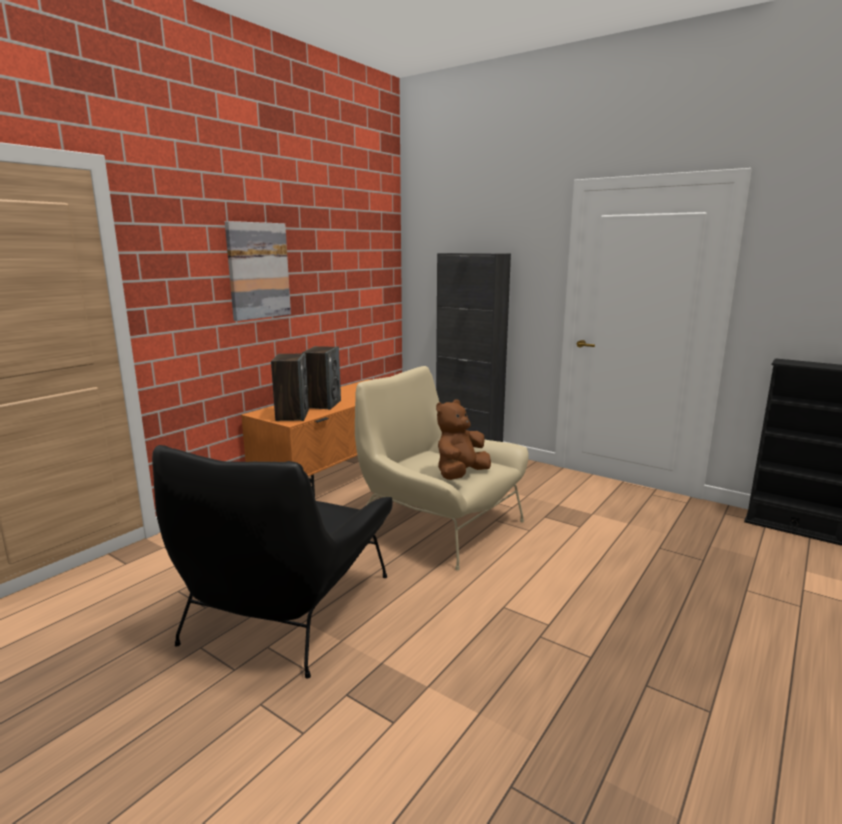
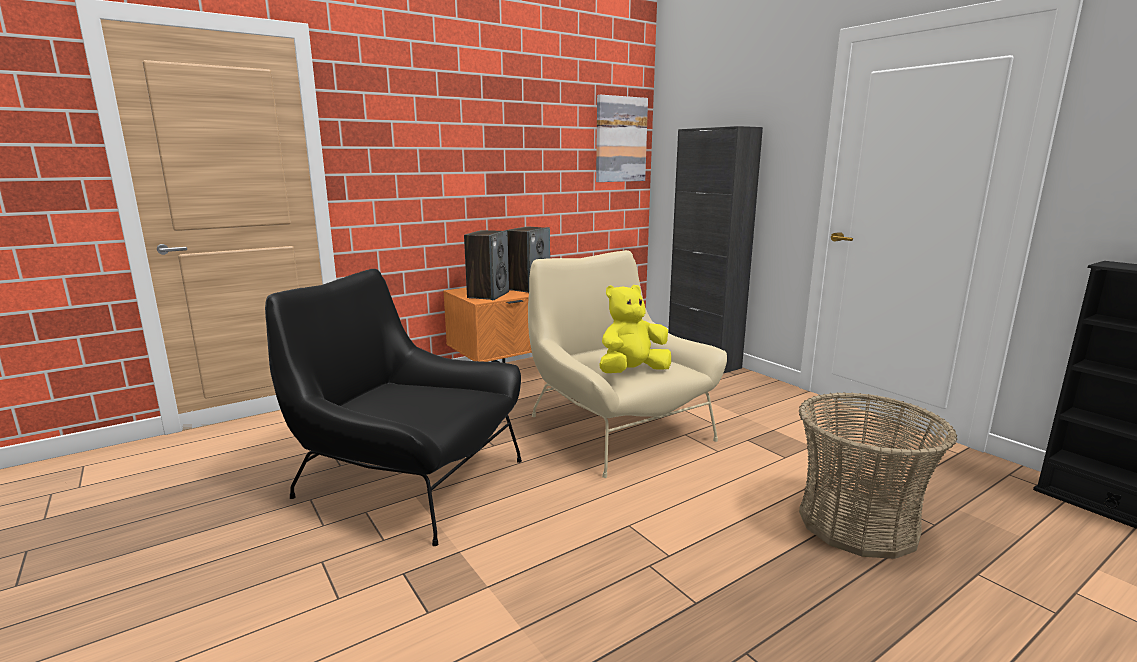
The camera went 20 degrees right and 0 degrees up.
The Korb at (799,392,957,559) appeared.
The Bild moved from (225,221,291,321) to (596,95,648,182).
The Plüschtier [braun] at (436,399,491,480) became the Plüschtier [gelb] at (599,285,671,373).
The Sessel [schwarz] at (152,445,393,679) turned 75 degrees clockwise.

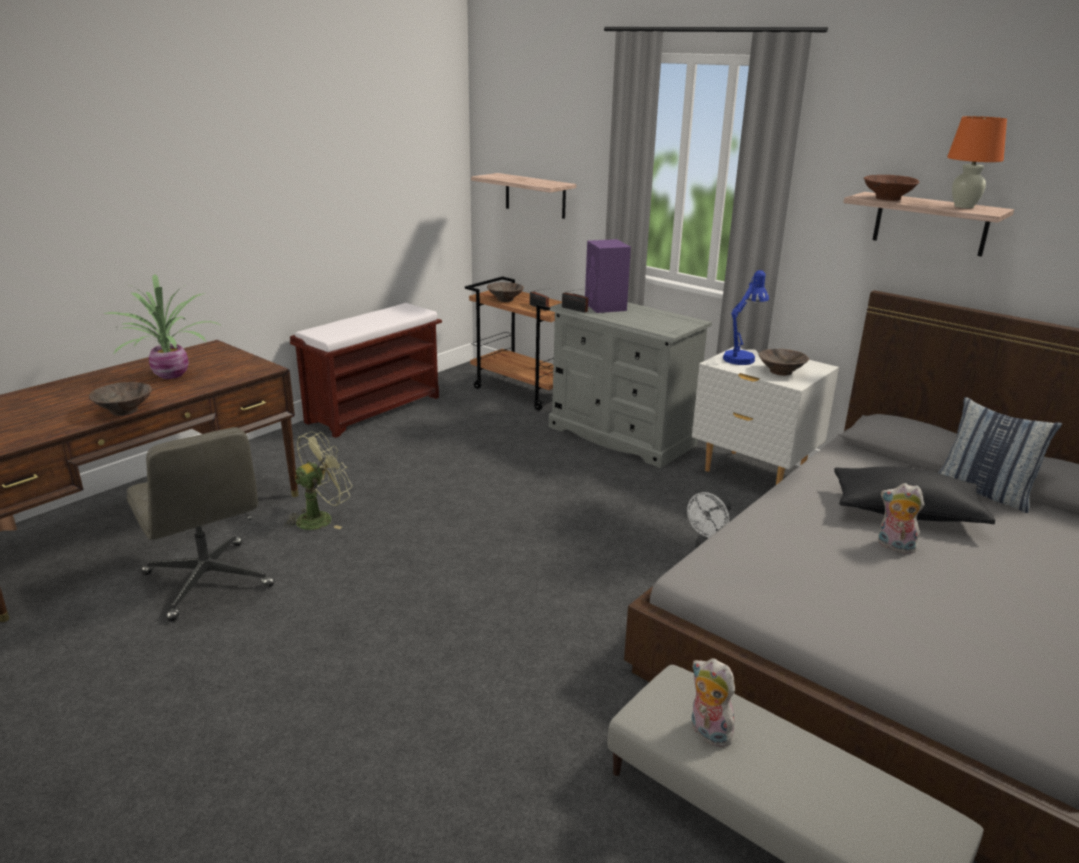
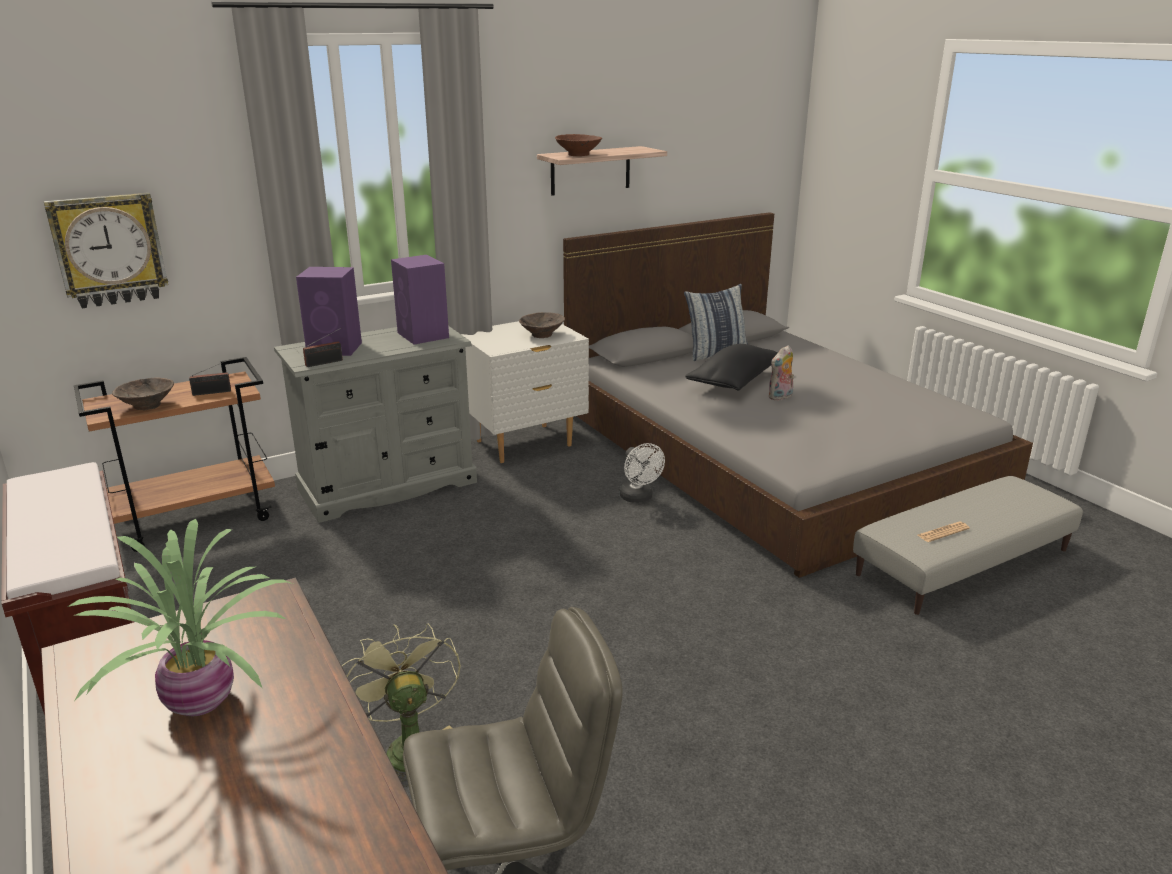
The camera went 70 degrees left and 0 degrees up.
The Schüssel [braun] at (89,382,152,416) disappeared.
The Tischlampe [blau] at (723,270,769,365) disappeared.
The Tischlampe [orange] at (947,116,1007,208) disappeared.
The Lautsprecher [lila] at (391,255,449,344) appeared.
The Wandregal at (471,173,576,219) was replaced by the Wanduhr at (44,193,168,308).
The Plüschtier at (692,658,739,747) was replaced by the Zeitung at (917,522,970,542).

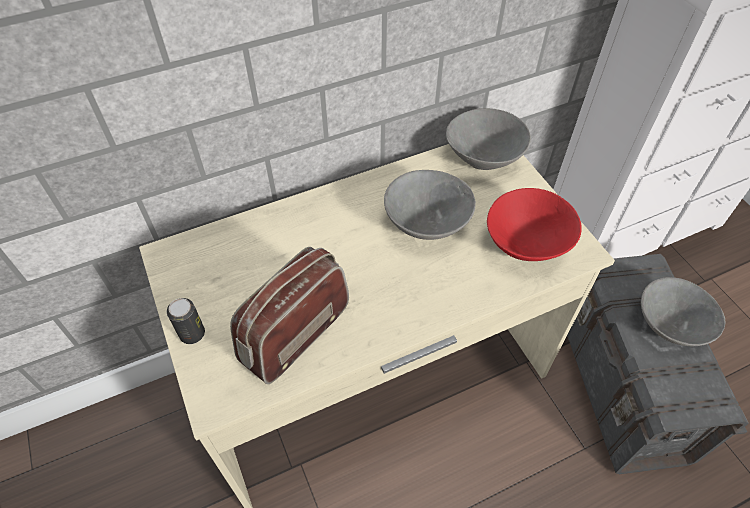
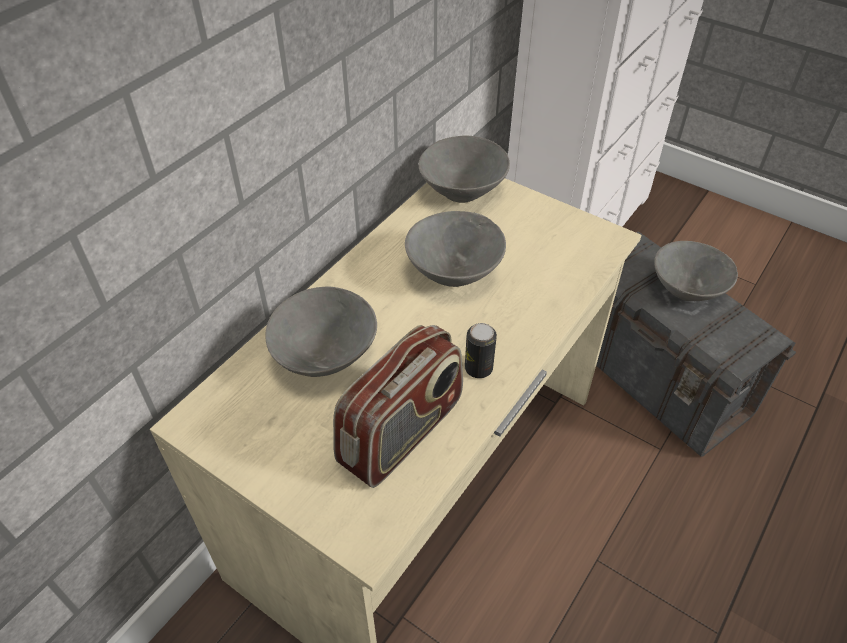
The camera went 30 degrees left and 5 degrees down.
The Schüssel [rot] at (487,188,582,261) disappeared.
The Schüssel [grau] at (265,287,377,377) appeared.
The Dose moved from (167,298,205,344) to (465,323,497,378).
The Radio at (230,247,349,384) turned 150 degrees counterclockwise.

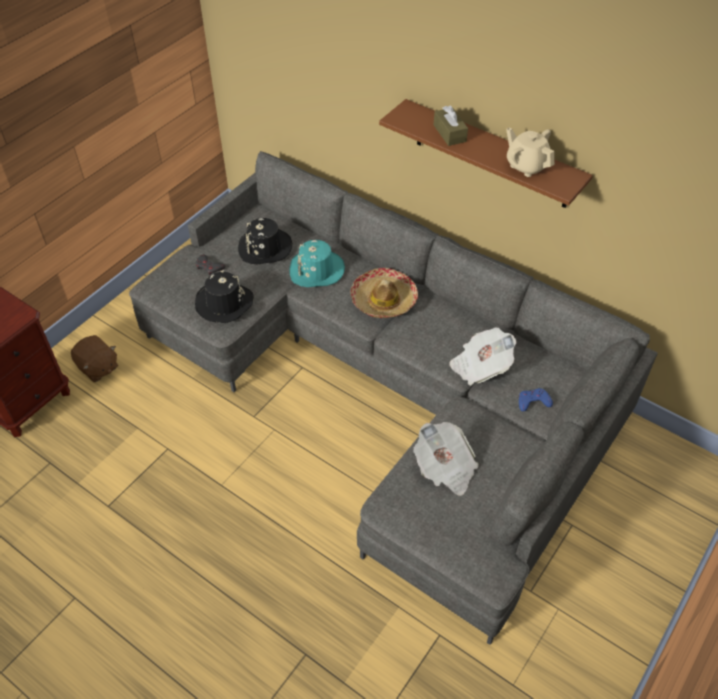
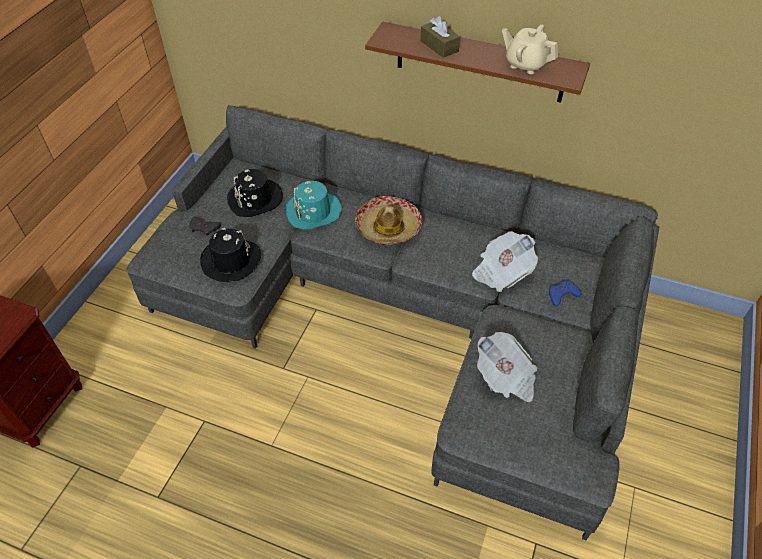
The camera went 15 degrees left and 0 degrees up.
The Plüschtier [braun] at (71,335,118,382) disappeared.

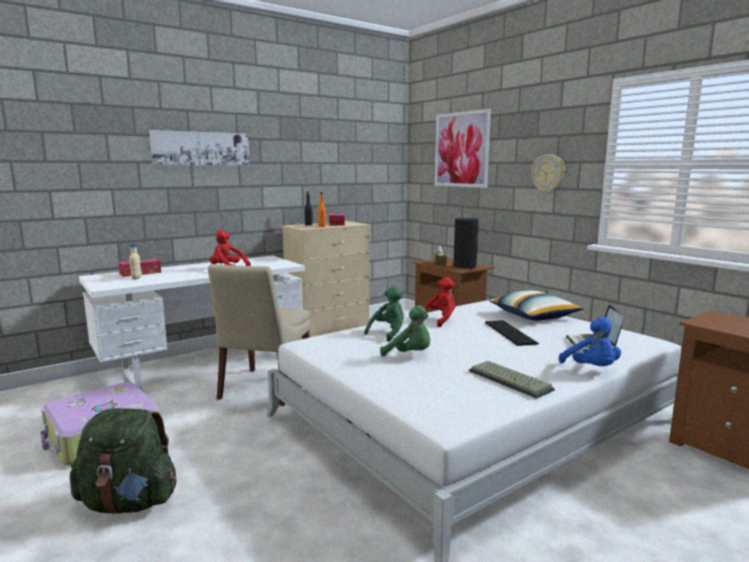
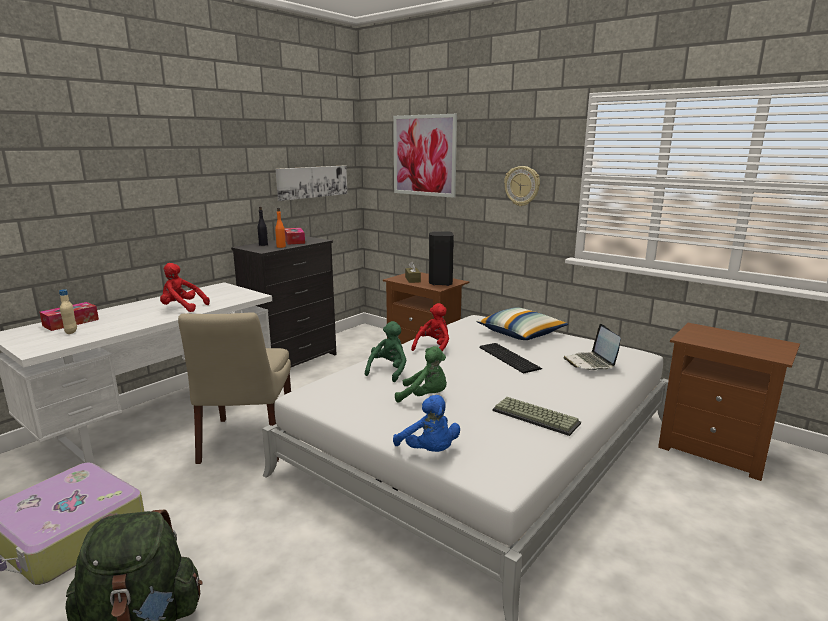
The camera went 15 degrees left and 5 degrees up.
The Bild moved from (149,130,250,165) to (276,166,347,201).
The Plüschtier [blau] moved from (559,317,621,366) to (393,395,460,452).
The Kommode [beige] at (281,221,370,340) became the Kommode [schwarz] at (231,236,337,367).

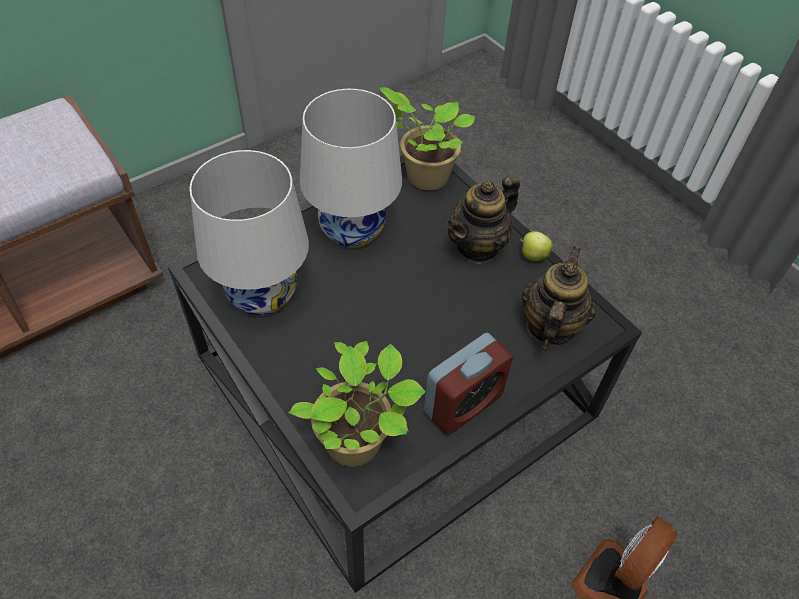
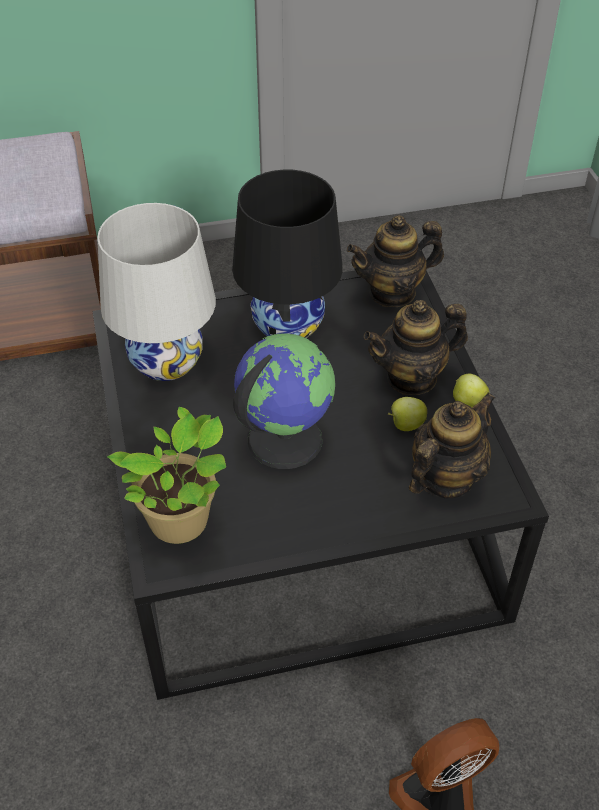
The camera went 25 degrees right and 5 degrees down.
The Wecker at (424,333,513,435) disappeared.
The Globus at (233,333,335,469) appeared.
The Apfel at (388,397,427,431) appeared.
The Topfpflanze at (380,87,475,190) was replaced by the Teekanne at (347,215,444,307).
The Tischlampe [weiß] at (300,89,402,248) became the Tischlampe [schwarz] at (232,170,343,338).

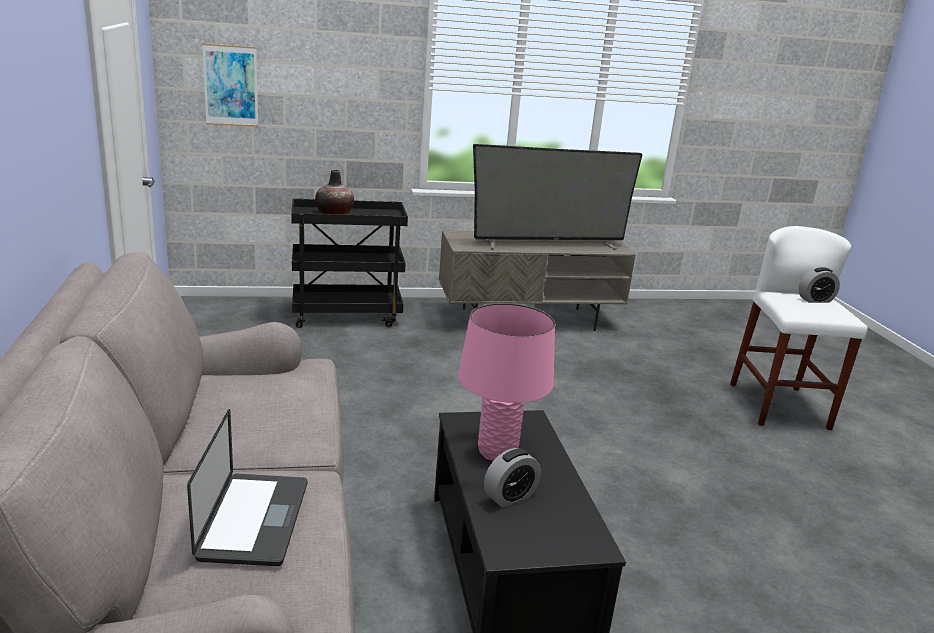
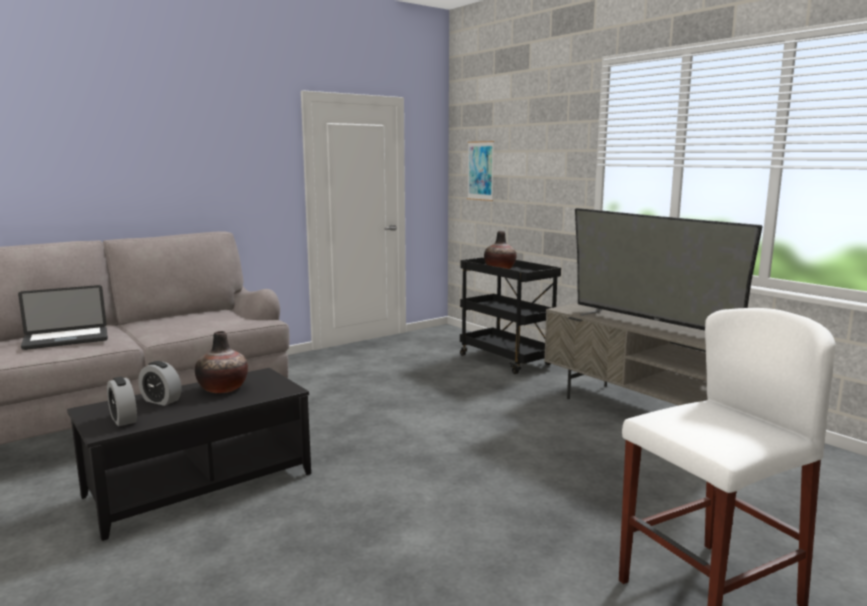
The camera went 65 degrees right and 10 degrees down.
The Wecker moved from (798,267,840,303) to (107,377,137,427).
The Tischlampe [rosa] at (458,303,555,461) was replaced by the Vase at (195,331,248,393).

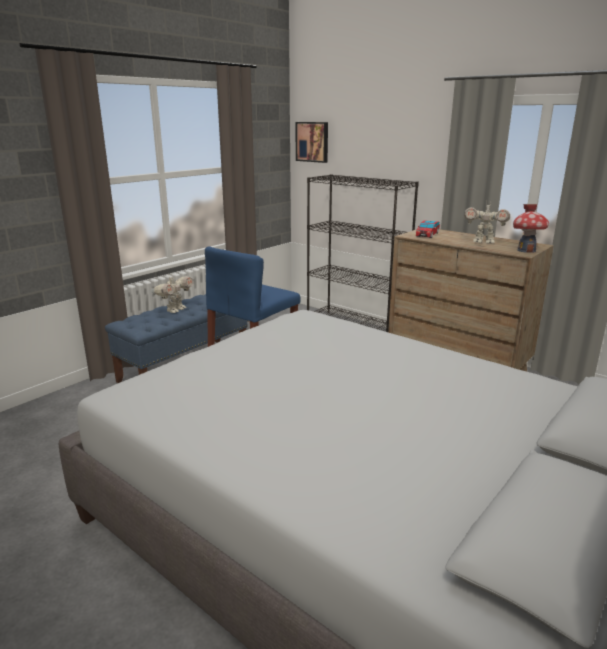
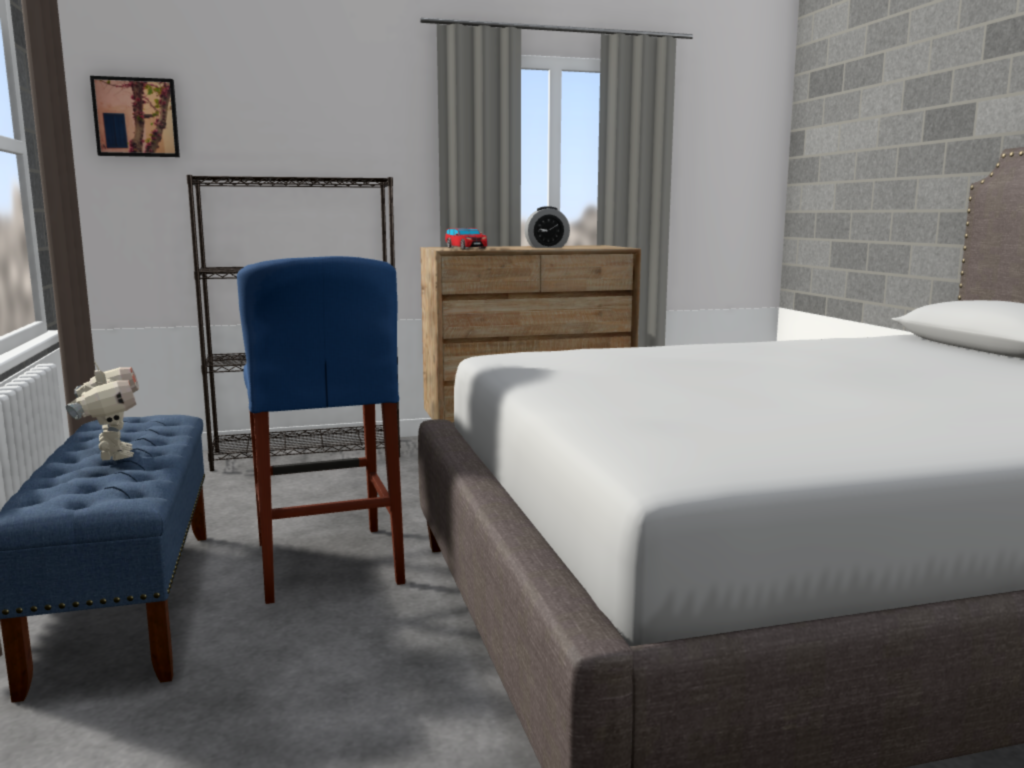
The camera went 55 degrees left and 10 degrees down.
The Spielzeughaus at (513,204,549,253) disappeared.
The Spielzeugroboter at (464,201,510,243) was replaced by the Wecker at (524,206,570,248).

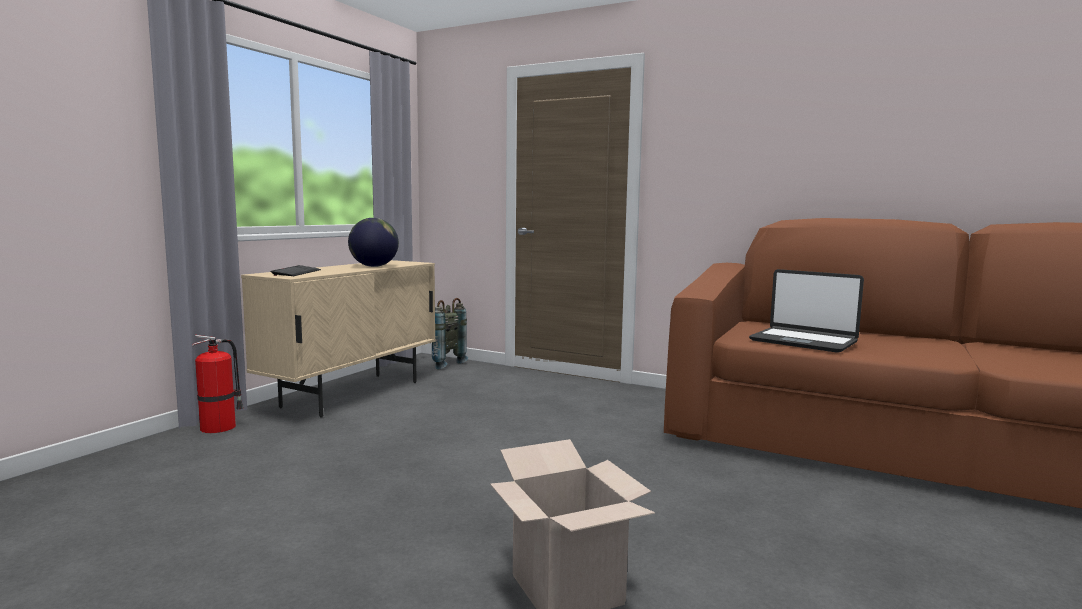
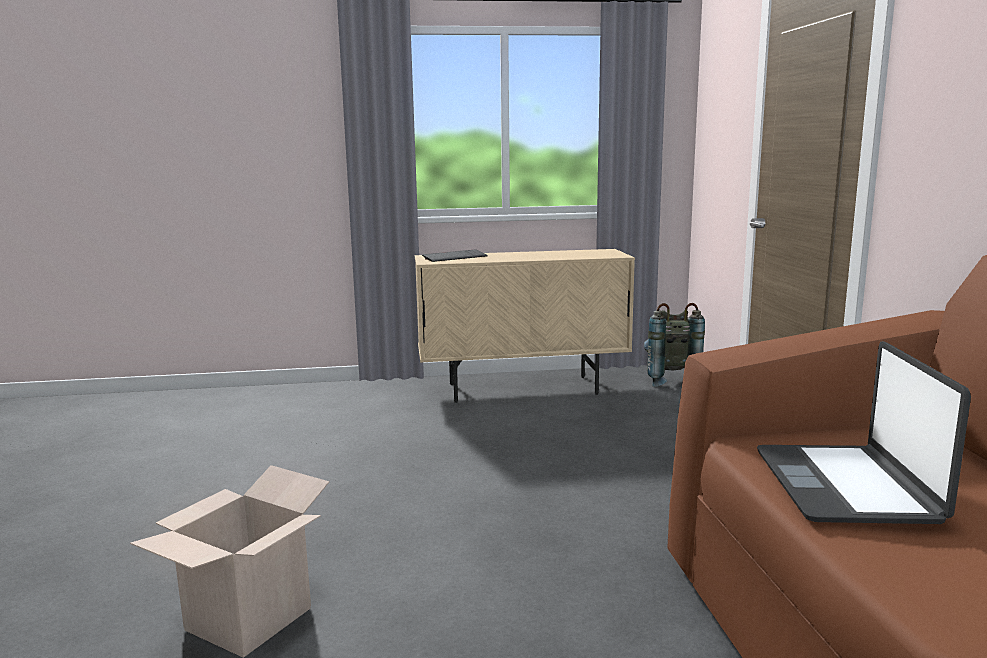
The camera went 55 degrees right and 5 degrees up.
The Feuerlöscher at (192,335,244,433) disappeared.
The Globus at (348,218,399,267) disappeared.

